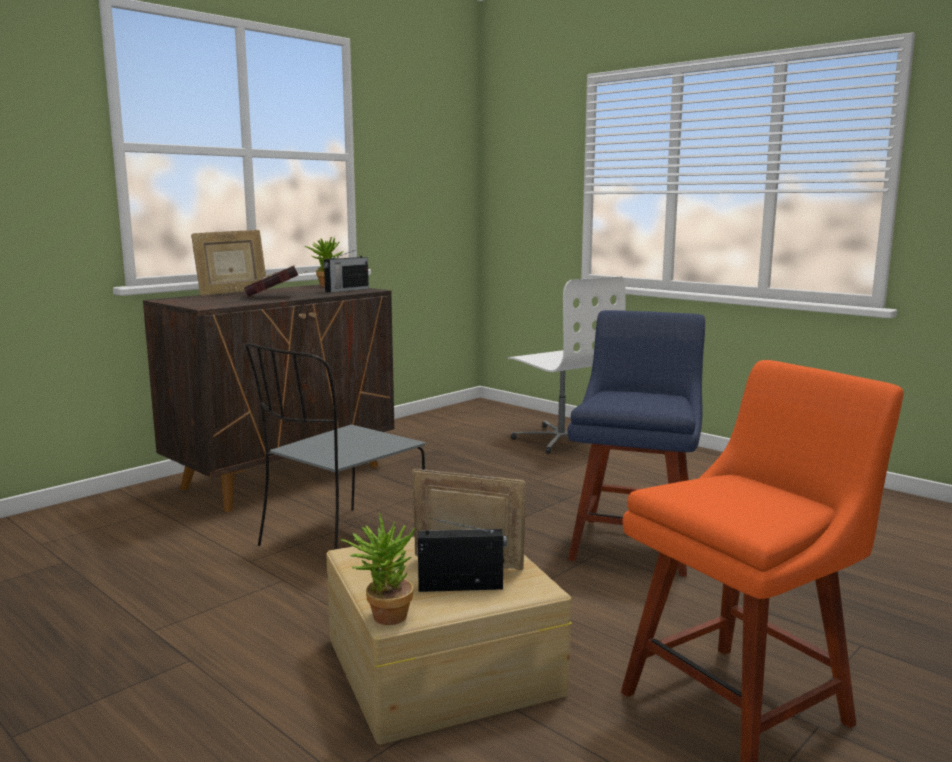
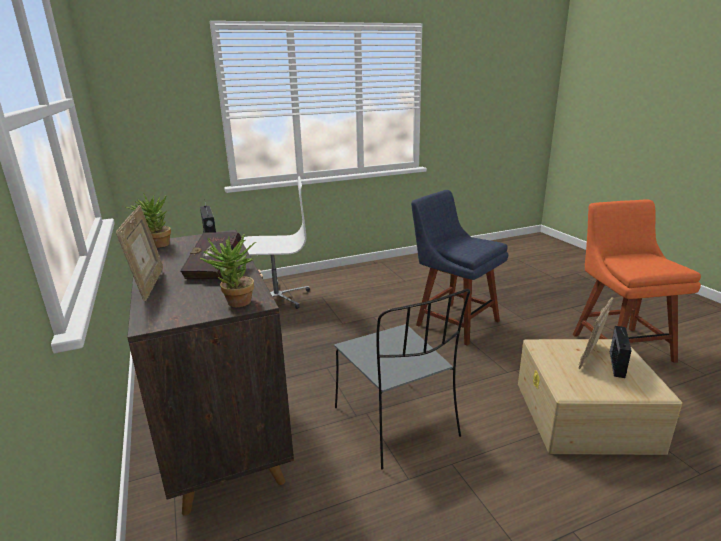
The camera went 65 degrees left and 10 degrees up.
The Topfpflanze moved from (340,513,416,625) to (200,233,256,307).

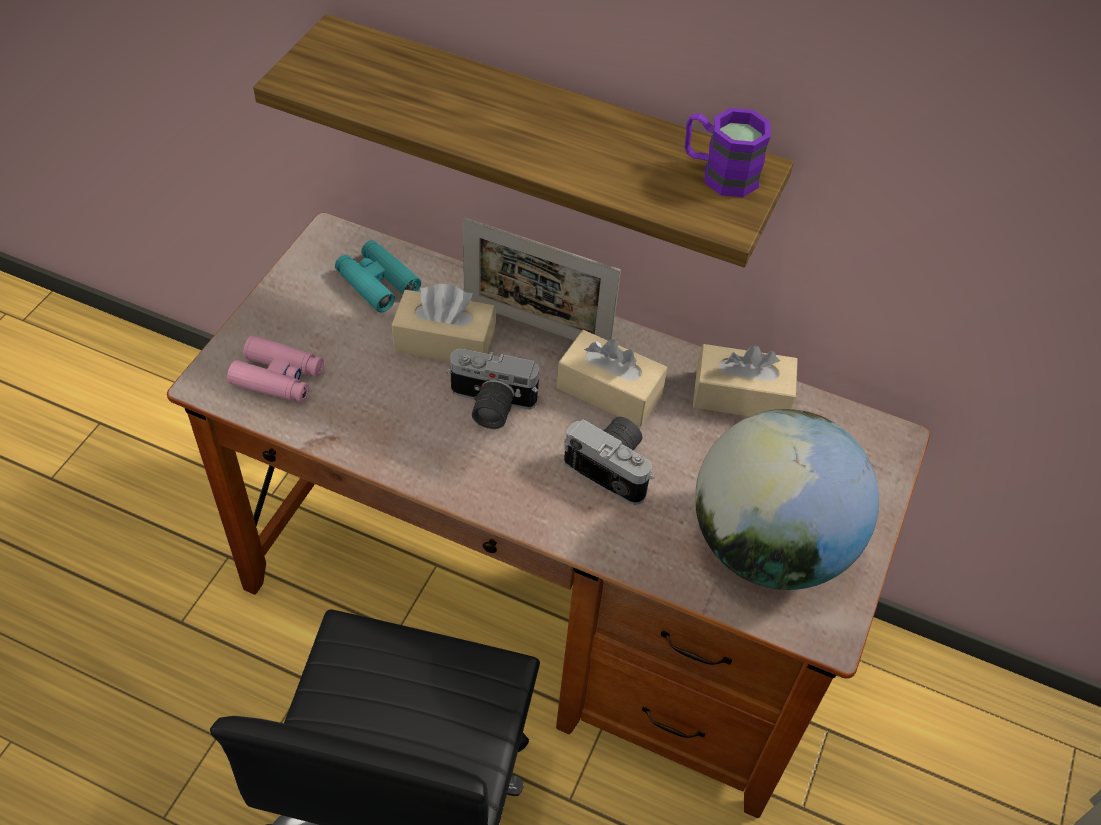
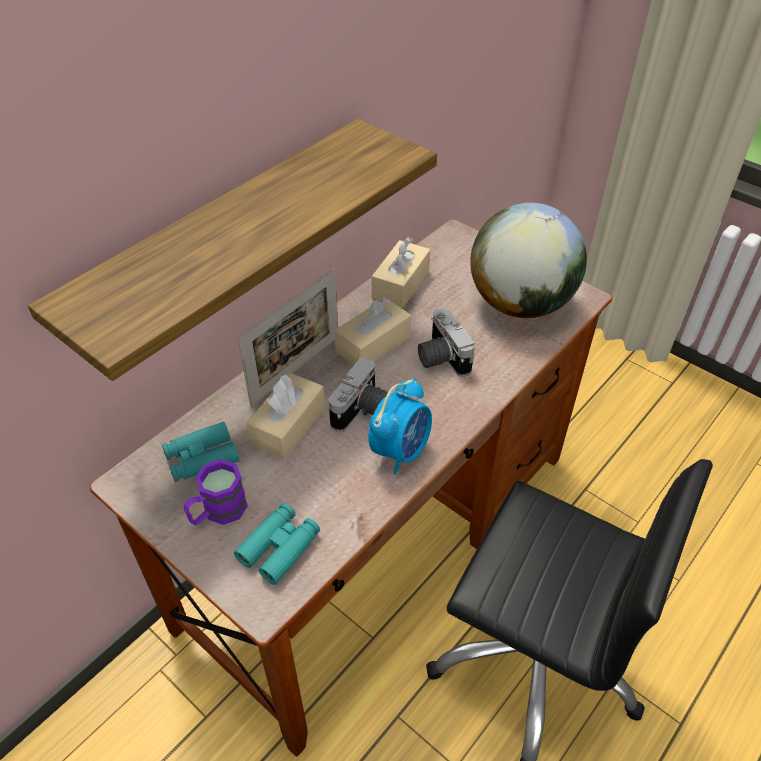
The camera went 70 degrees left and 5 degrees down.
The Wecker at (368,377,432,475) appeared.
The Henkelbecher [lila] moved from (685,108,771,197) to (184,459,248,525).
The Fernglas [rosa] at (227,336,324,403) became the Fernglas [türkis] at (234,503,320,585).
The Kamera at (564,417,655,505) turned 75 degrees counterclockwise.

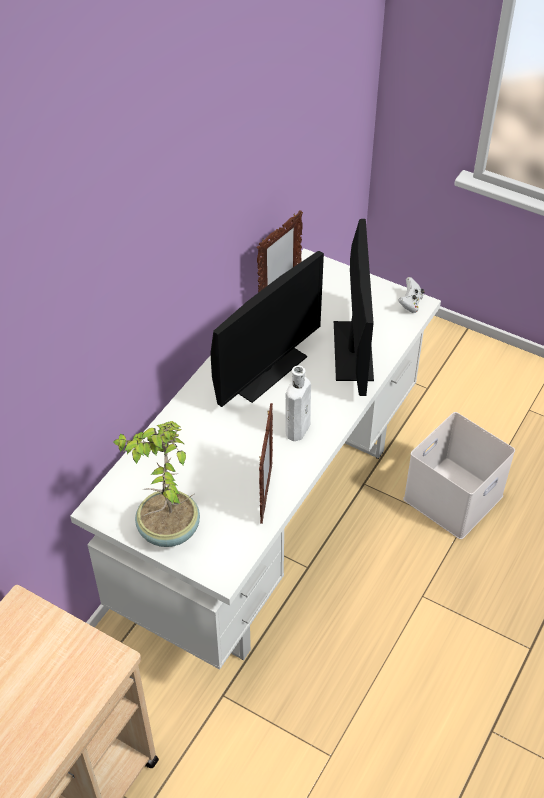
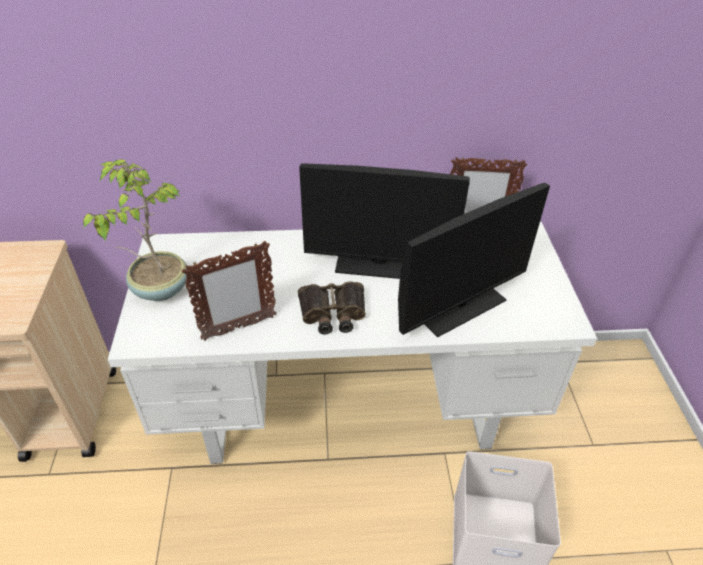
The camera went 55 degrees right and 5 degrees down.
The Gamepad [weiß] at (398,277,425,313) disappeared.
The Flasche [weiß] at (285,366,311,441) was replaced by the Fernglas at (298,281,366,335).

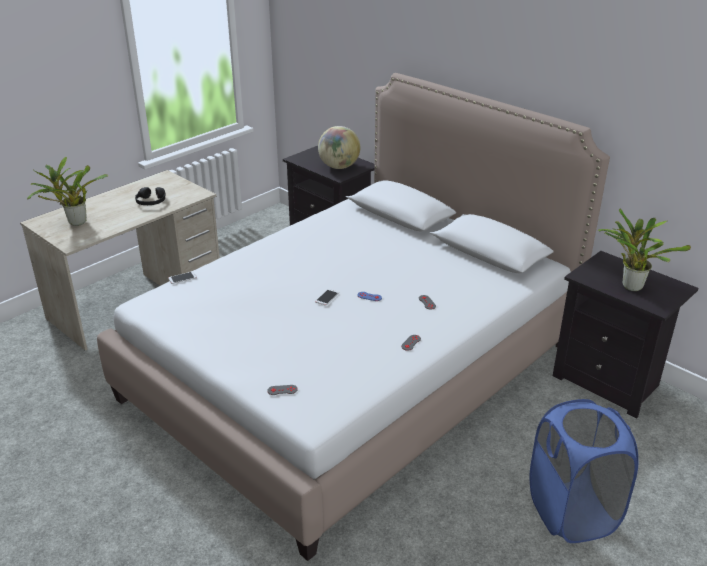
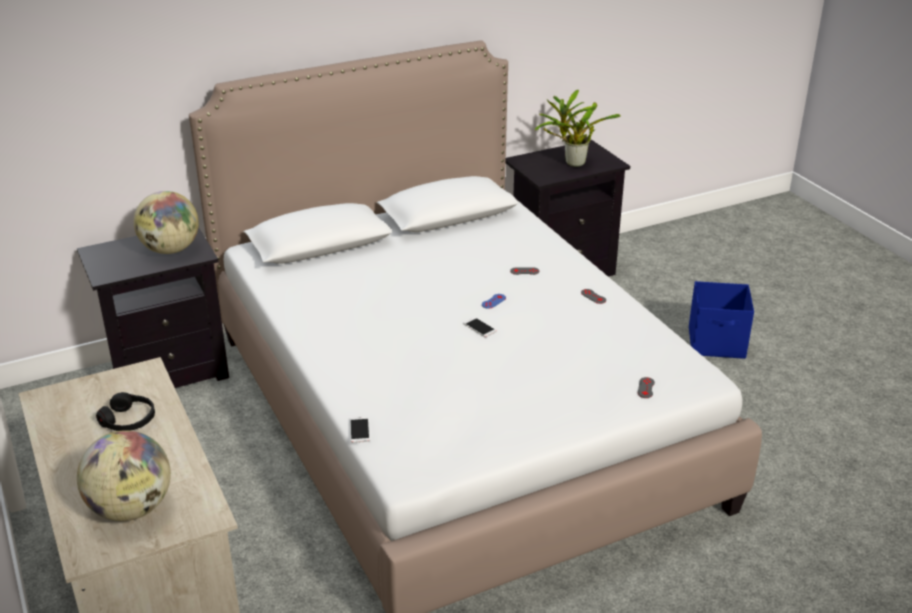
The camera went 70 degrees left and 0 degrees up.
The Topfpflanze at (27,157,108,226) was replaced by the Globus at (77,430,171,521).
The Wäschekorb [blau] at (529,399,638,543) was replaced by the Aufbewahrungsbox [blau] at (689,281,754,359).

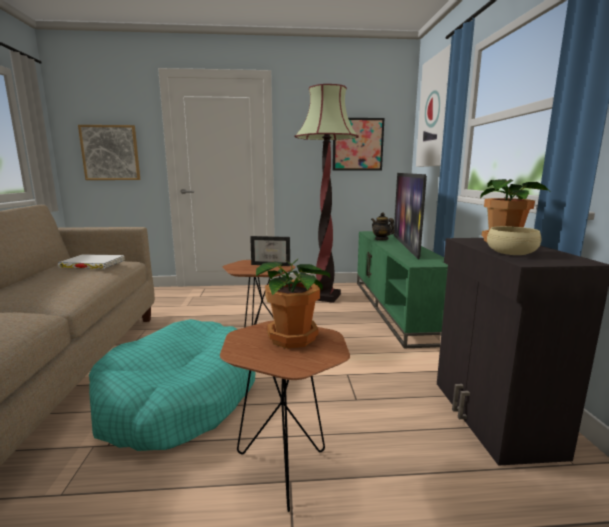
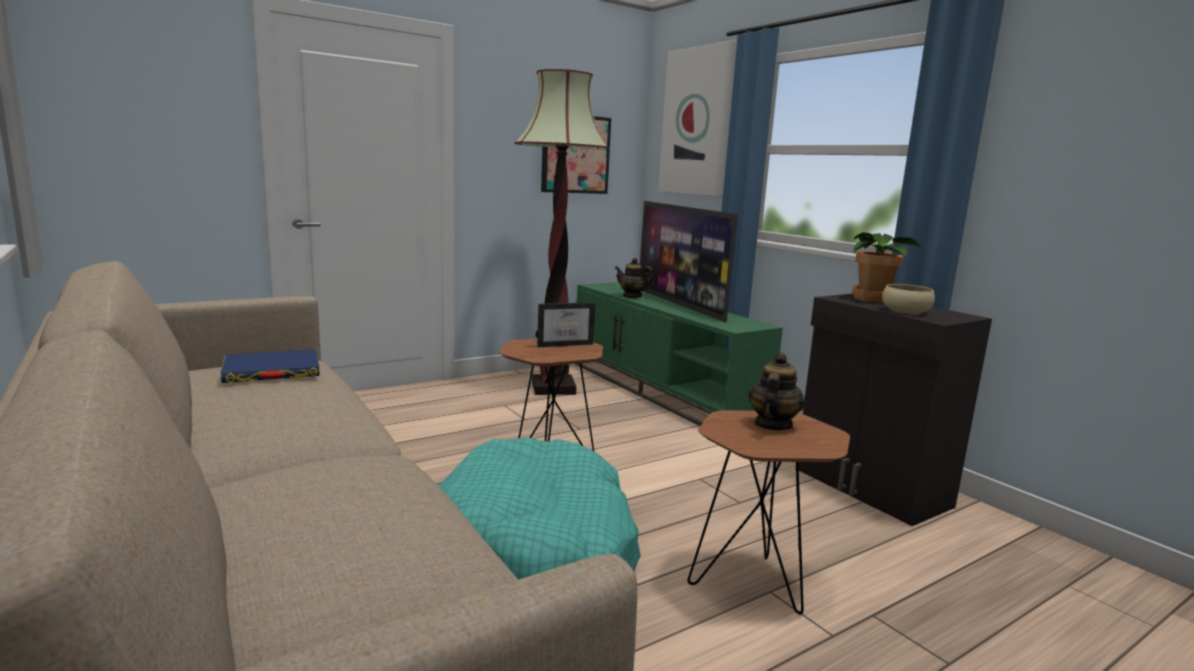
The camera went 30 degrees left and 0 degrees up.
The Bild at (78,125,140,180) disappeared.
The Topfpflanze at (256,258,331,349) was replaced by the Teekanne at (748,353,806,430).
The Buch [weiß] at (58,254,125,269) became the Buch [blau] at (220,349,320,383).

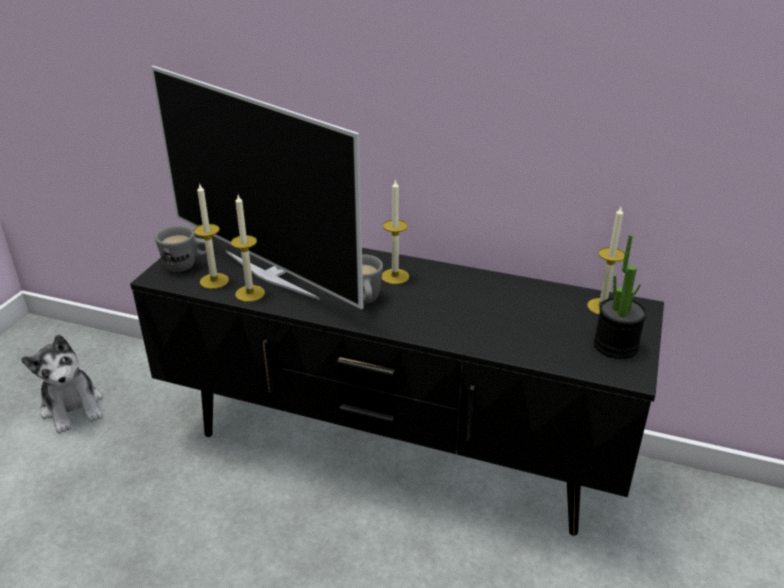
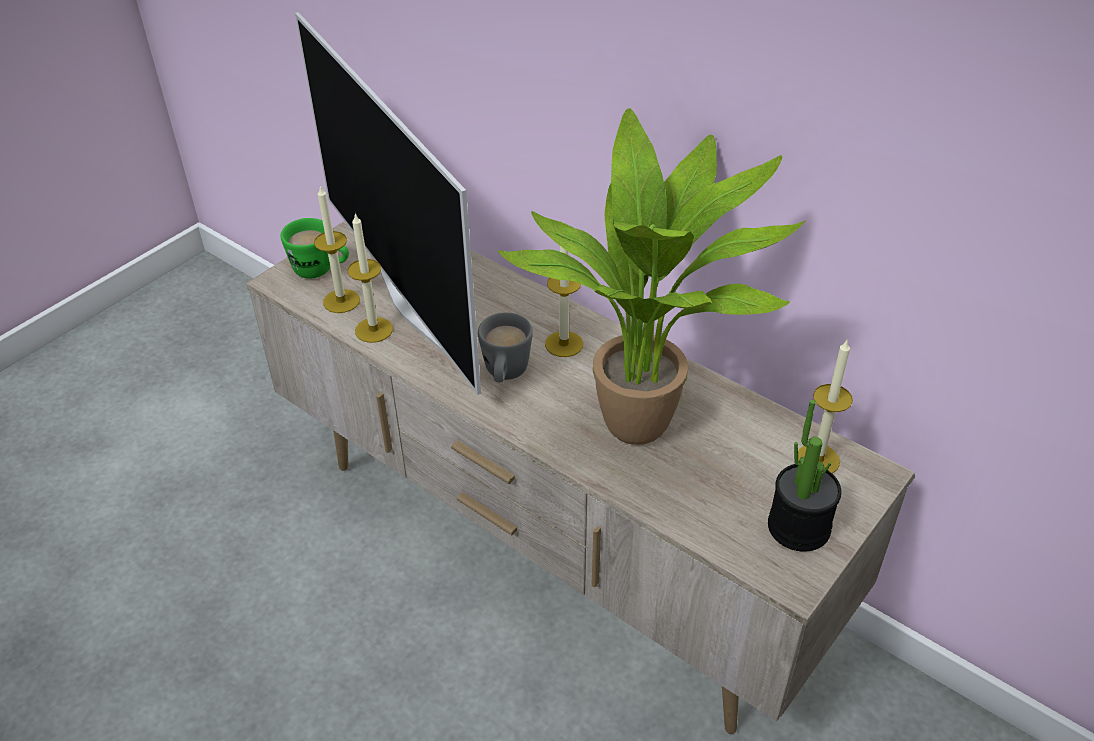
The camera went 20 degrees right and 10 degrees up.
The Plüschtier at (21,334,103,434) disappeared.
The Topfpflanze at (497,108,806,445) appeared.
The Fernsehschrank [schwarz] at (130,230,664,536) became the Fernsehschrank [beige] at (246,221,915,734).
The Henkelbecher [grau] at (155,226,206,272) became the Henkelbecher [grün] at (281,218,349,279).

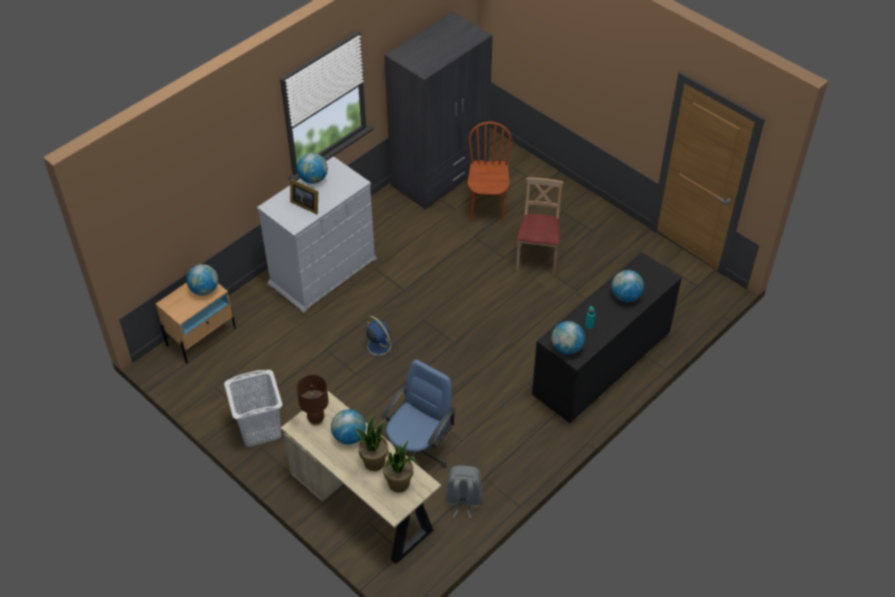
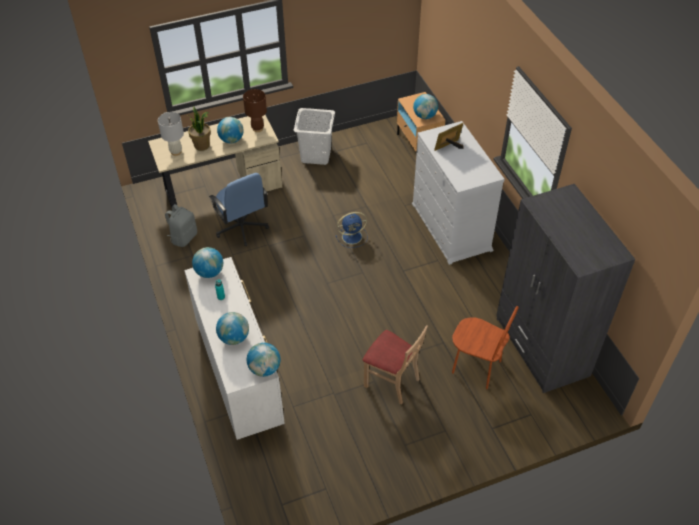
The camera went 115 degrees right and 0 degrees up.
The Globus moved from (297,153,328,184) to (247,343,280,377).
The Topfpflanze at (383,440,417,493) was replaced by the Tischlampe [weiß] at (158,112,184,156).
The Kommode [schwarz] at (532,252,682,423) became the Kommode [weiß] at (184,257,285,440).

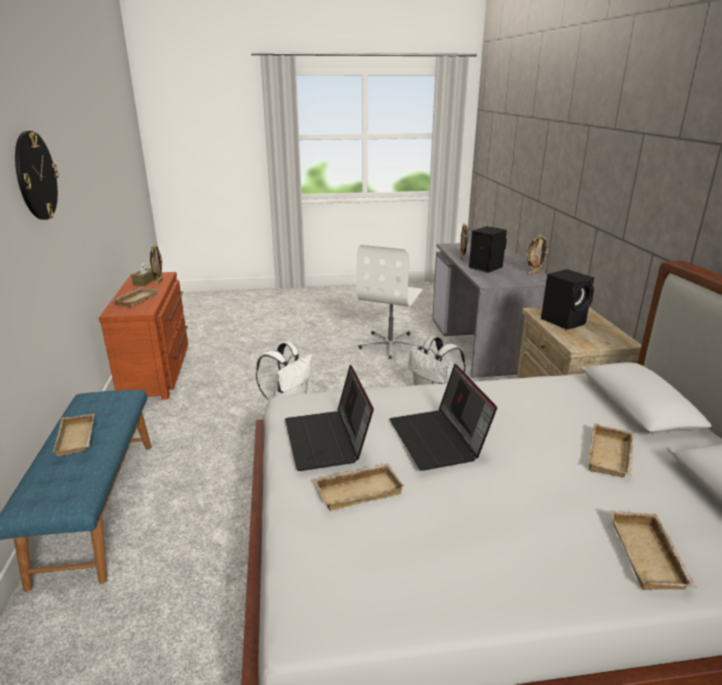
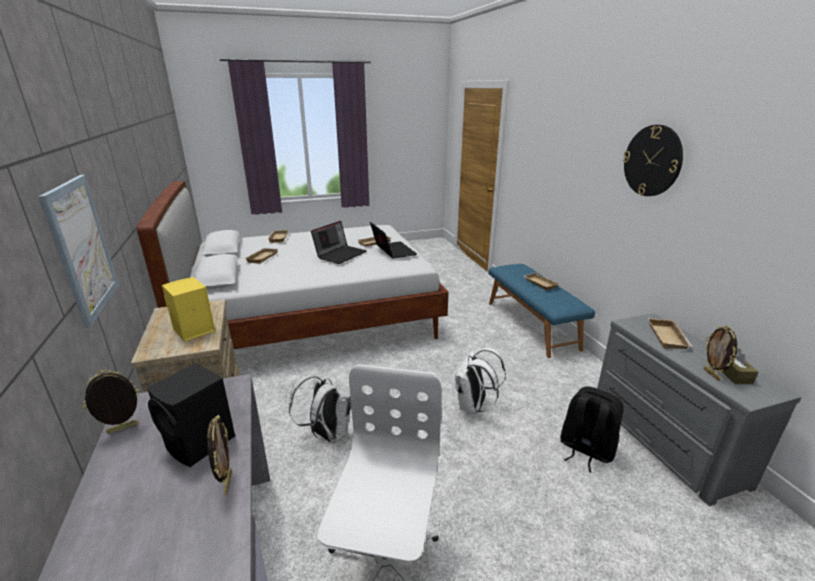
The camera went 170 degrees right and 0 degrees up.
The Bild at (38,175,119,327) appeared.
The Rucksack [schwarz] at (560,386,624,472) appeared.
The Kommode [braun] at (99,272,188,400) became the Kommode [grau] at (597,313,802,506).
The Lautsprecher [schwarz] at (541,269,594,329) became the Lautsprecher [gelb] at (162,277,215,342).
The Laptop at (390,364,497,471) turned 60 degrees clockwise.

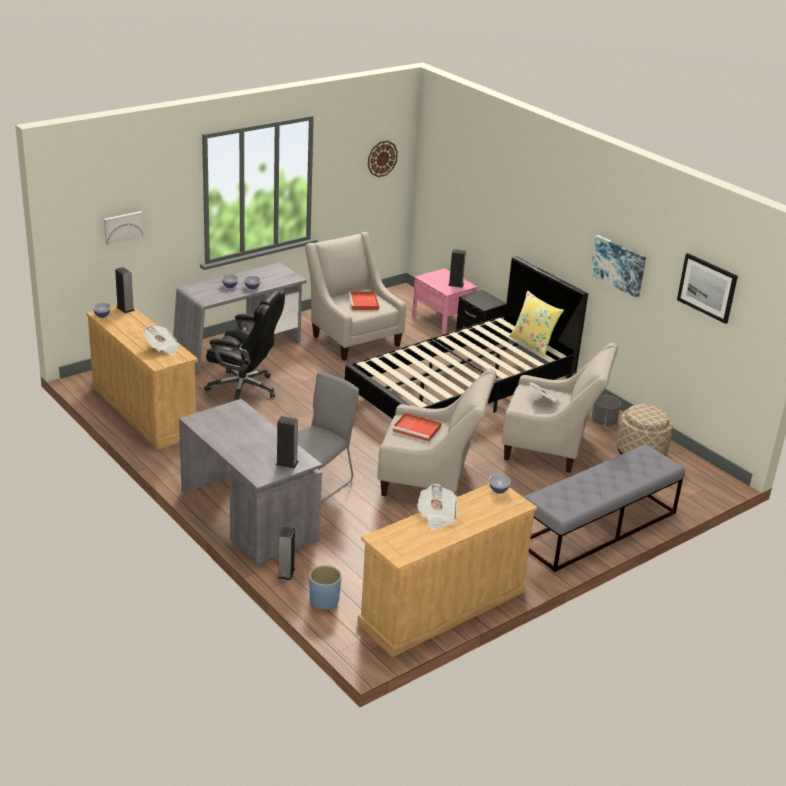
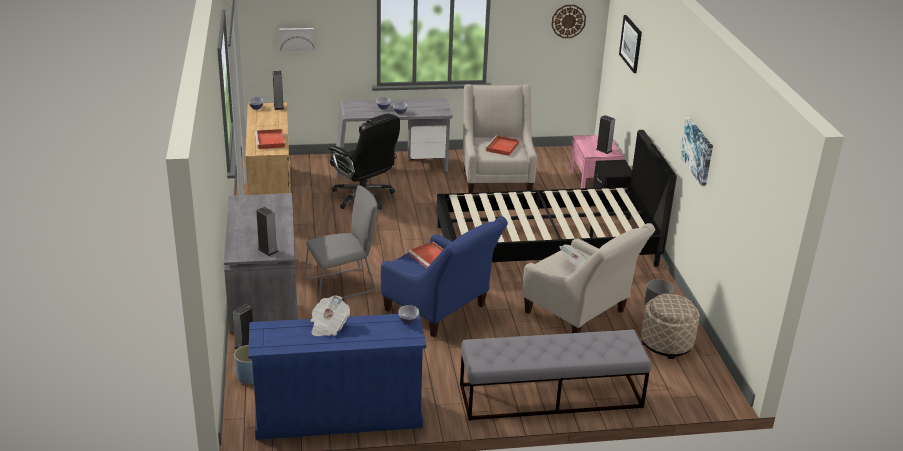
The camera went 30 degrees right and 0 degrees up.
The Kissen [gelb] at (509,290,564,357) disappeared.
The Bild moved from (677,253,738,324) to (619,15,642,73).
The Zeitung at (144,325,180,355) was replaced by the Tablett [rot] at (255,129,285,149).
The Kommode [beige] at (357,484,537,657) became the Kommode [blau] at (248,313,426,440).
The Sessel [beige] at (378,368,497,496) became the Sessel [blau] at (381,217,508,337).

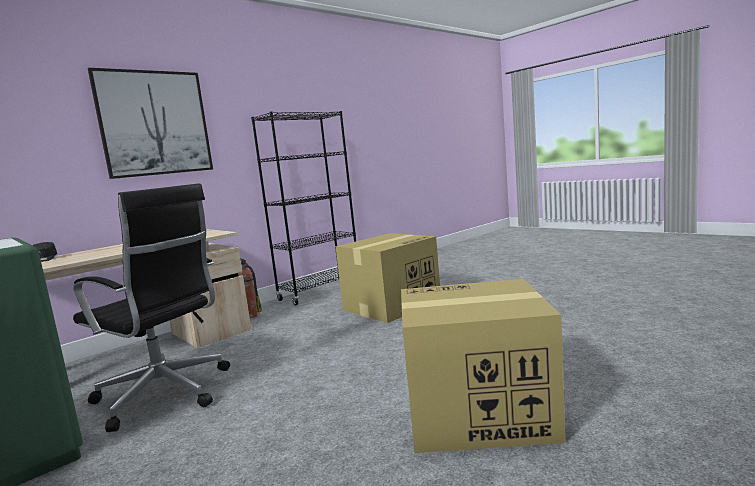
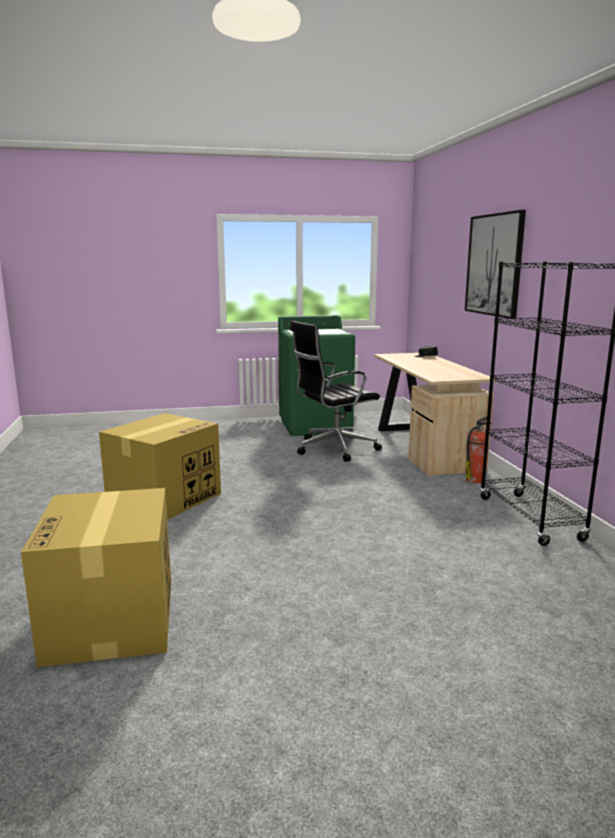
The camera went 120 degrees right and 5 degrees up.
The Karton moved from (335,233,440,323) to (21,488,171,667).

